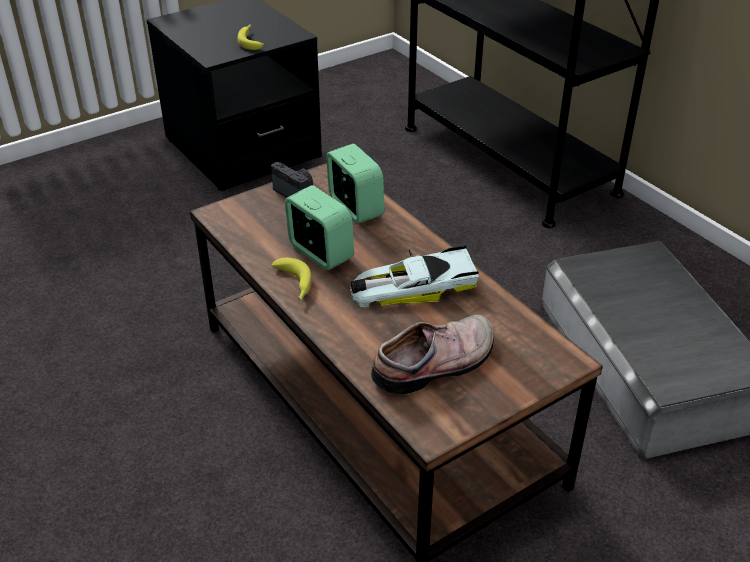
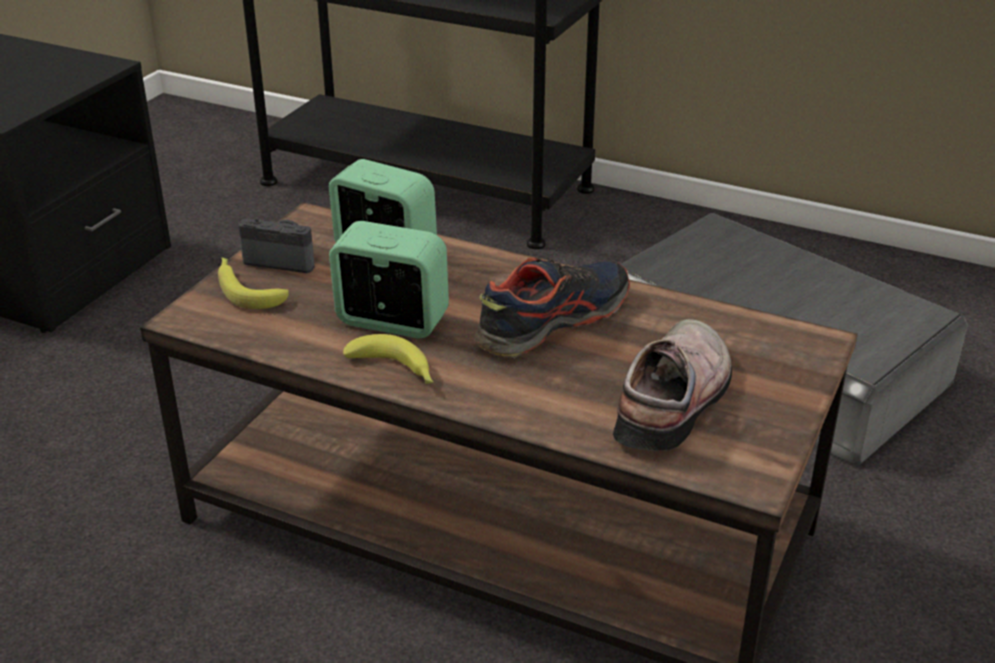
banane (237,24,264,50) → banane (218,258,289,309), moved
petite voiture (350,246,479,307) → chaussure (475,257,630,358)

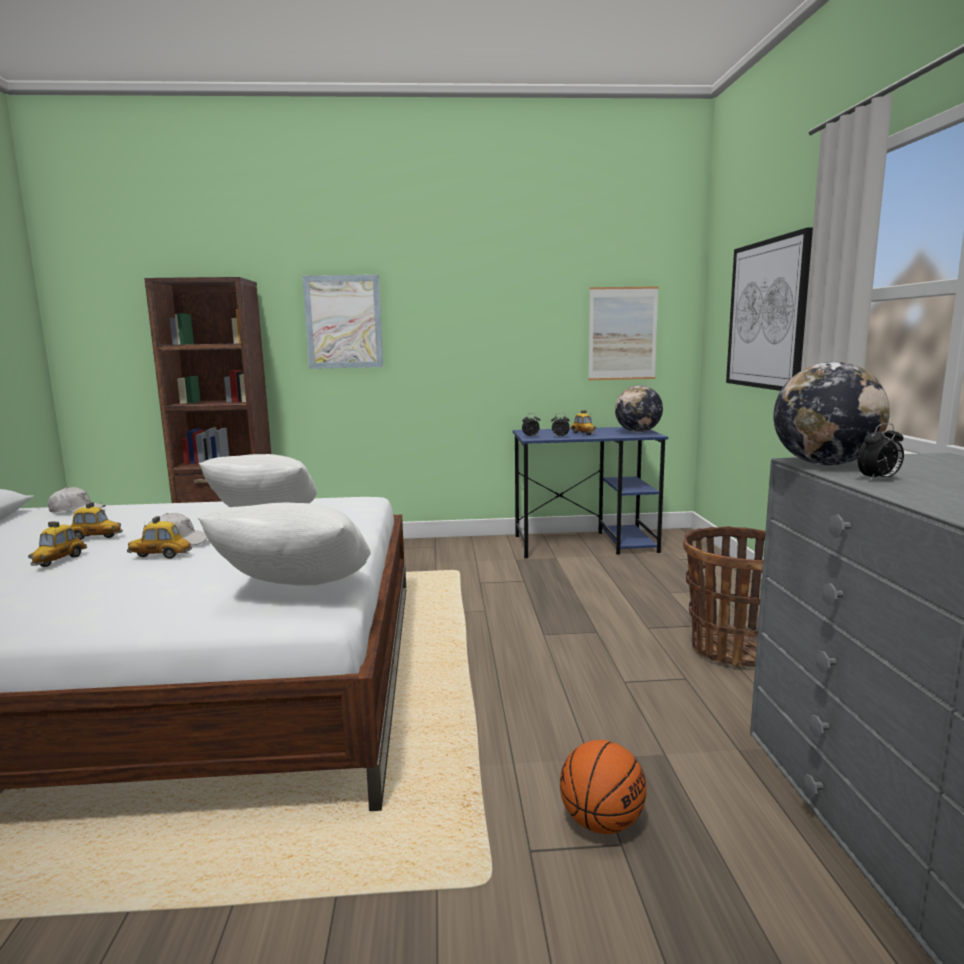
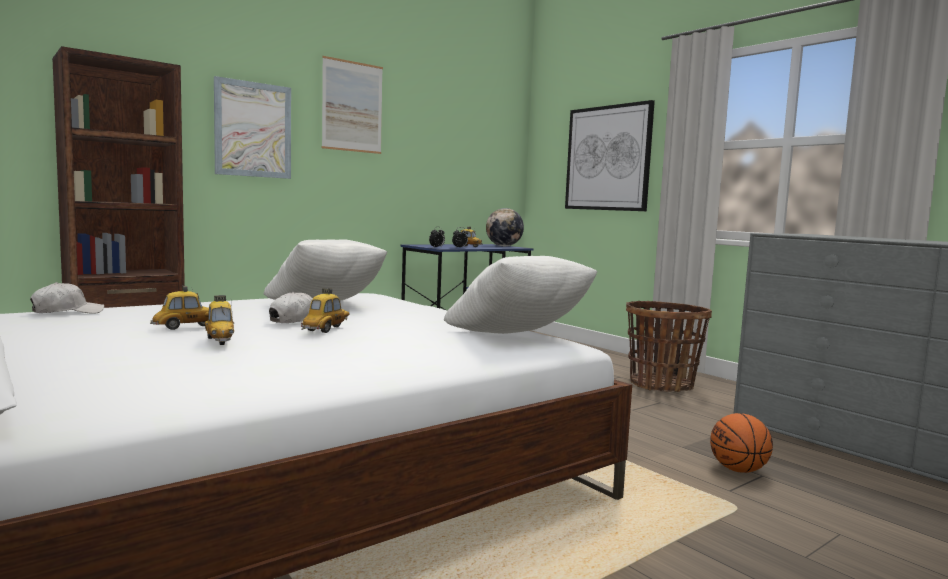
globe (773,362,890,466) → -
réveil (857,423,904,481) → -
tableau (588,286,659,380) → tableau (322,56,383,154), moved
petite voiture (127,516,192,559) → petite voiture (301,288,350,333), 150 degrees clockwise

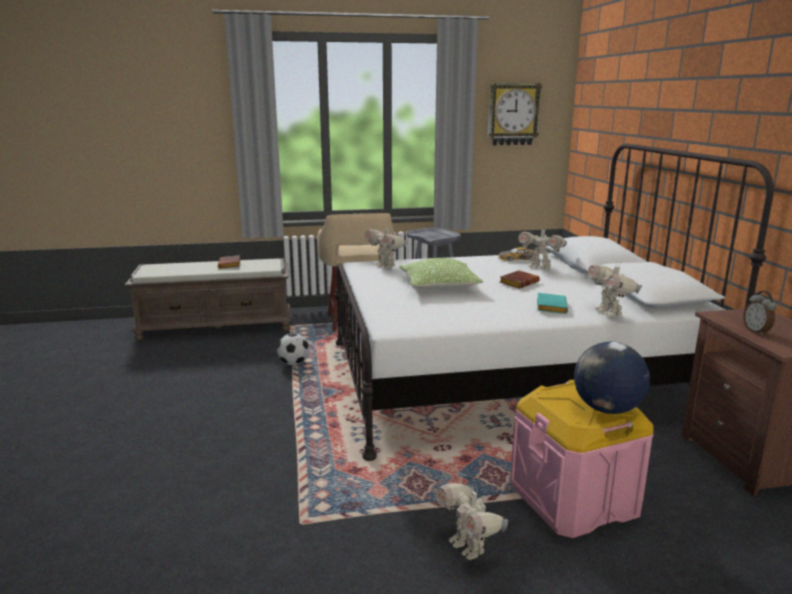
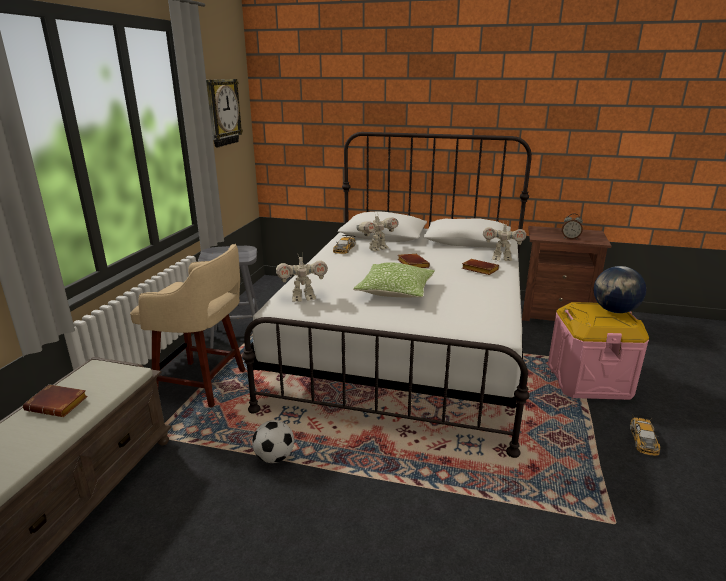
robot jouet (436,483,508,560) → petite voiture (630,415,660,456)
livre [turquoise] (537,293,568,314) → livre [marron] (462,259,499,275)

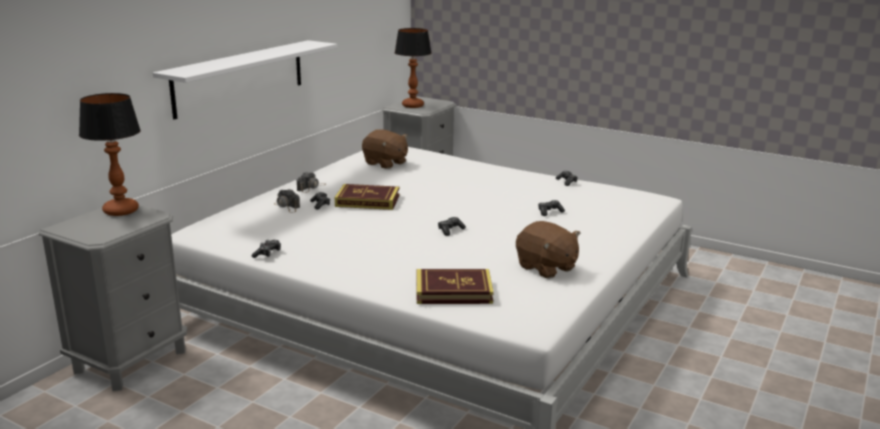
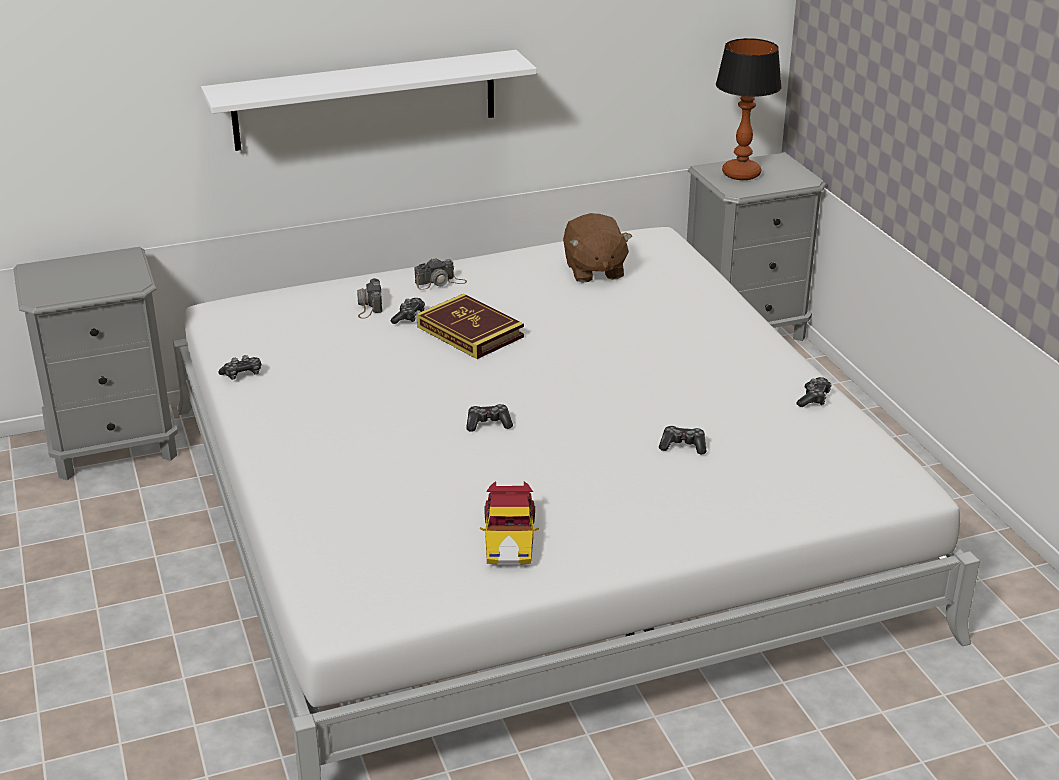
lampe de table (79,93,141,216) → -
livre (417,269,494,304) → -
peluche [marron] (516,221,580,279) → petite voiture (480,481,539,565)

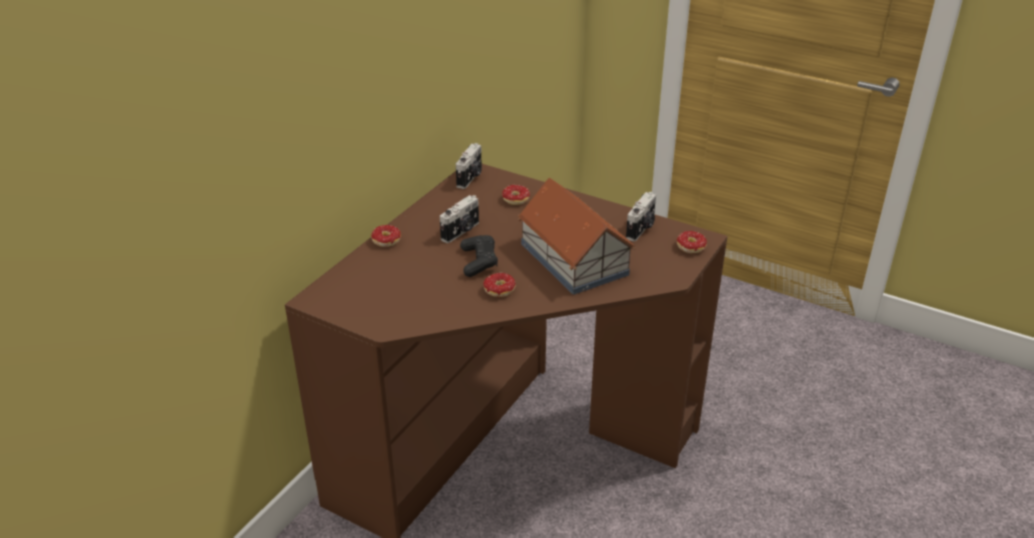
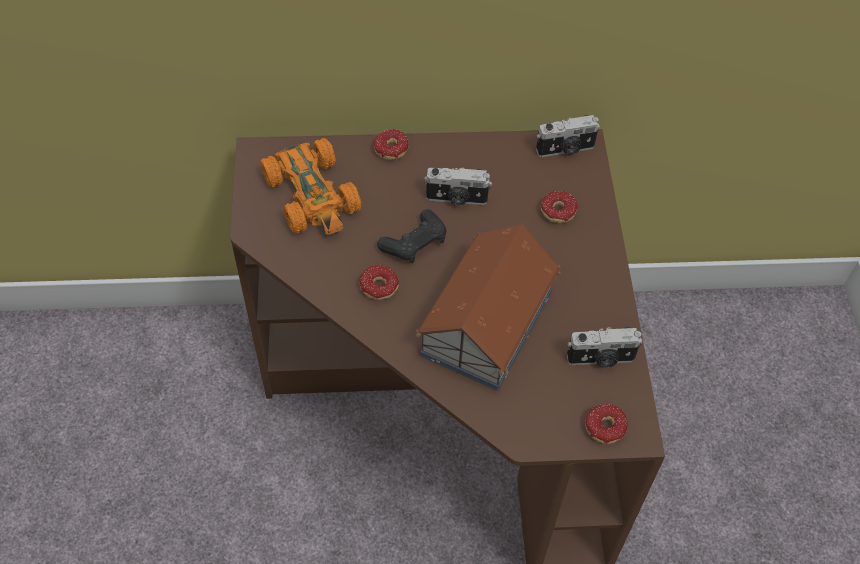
- → petite voiture [orange] (260,138,361,235)

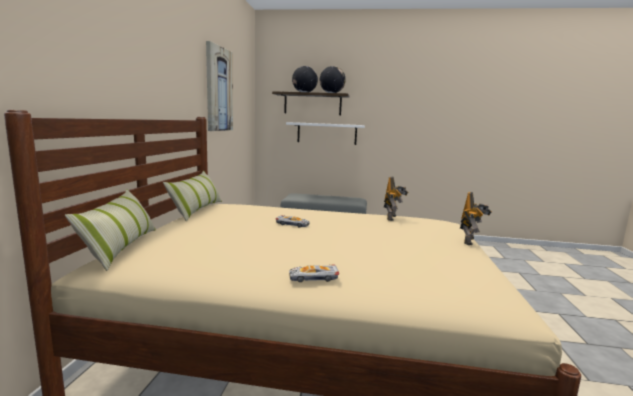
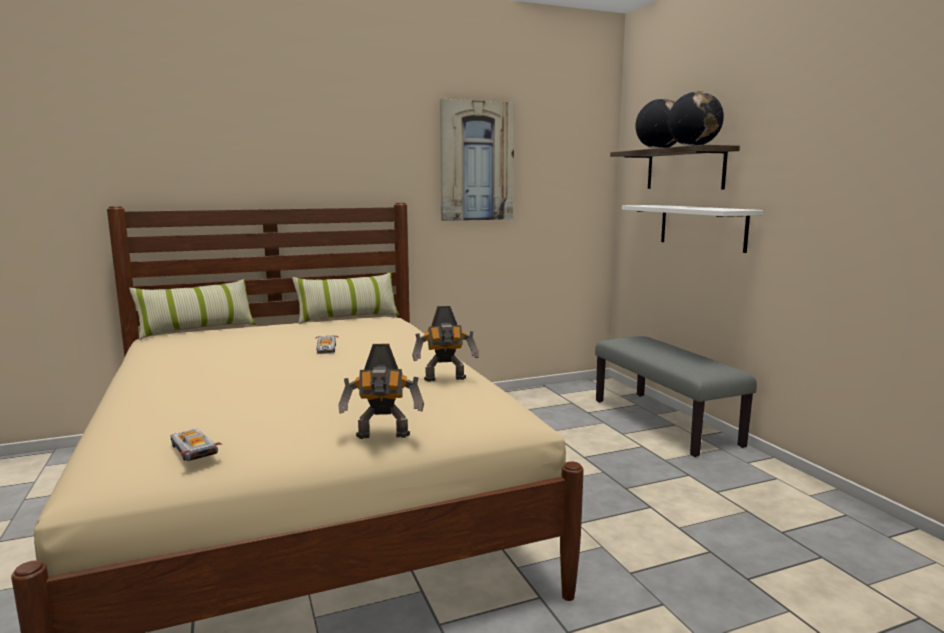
petite voiture (289,264,339,282) → petite voiture (170,429,222,461), moved

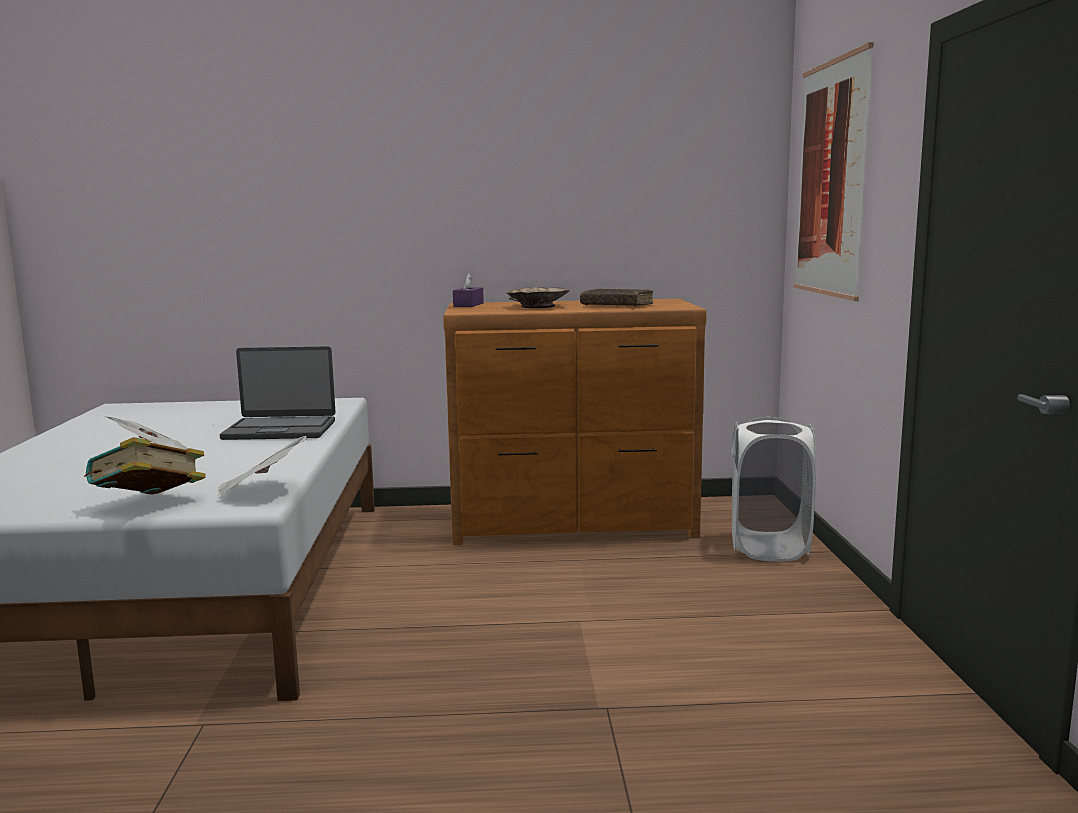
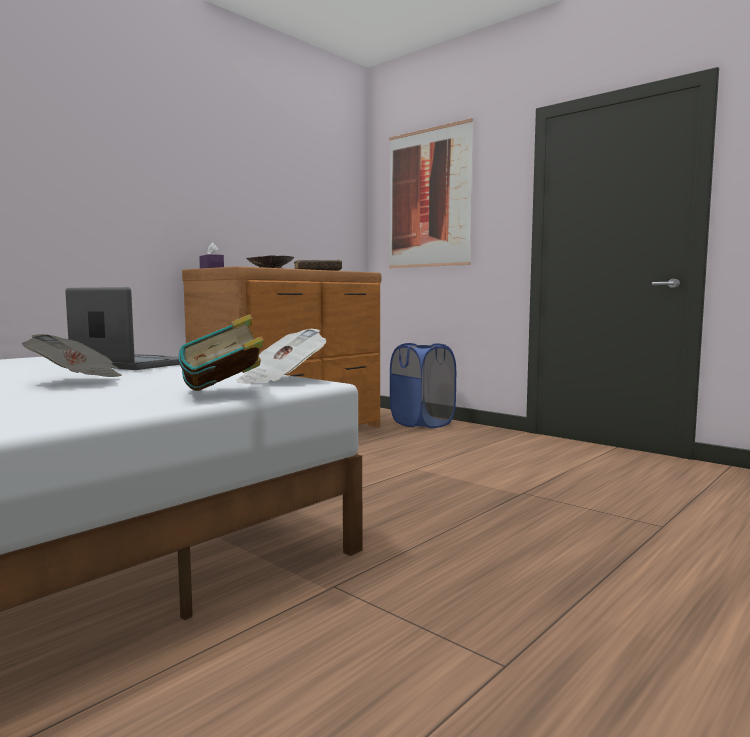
panier à linge [blanc] (732,417,816,562) → panier à linge [bleu] (390,343,456,428)
ordinateur portable (220,346,335,440) → ordinateur portable (65,287,182,370), 105 degrees counterclockwise

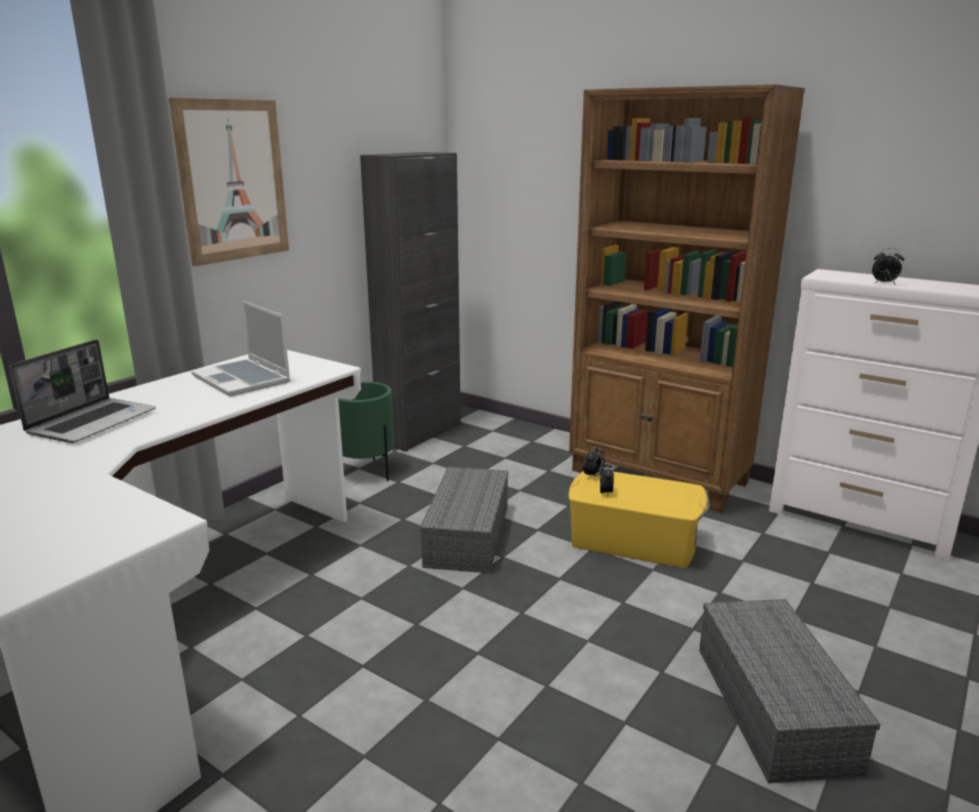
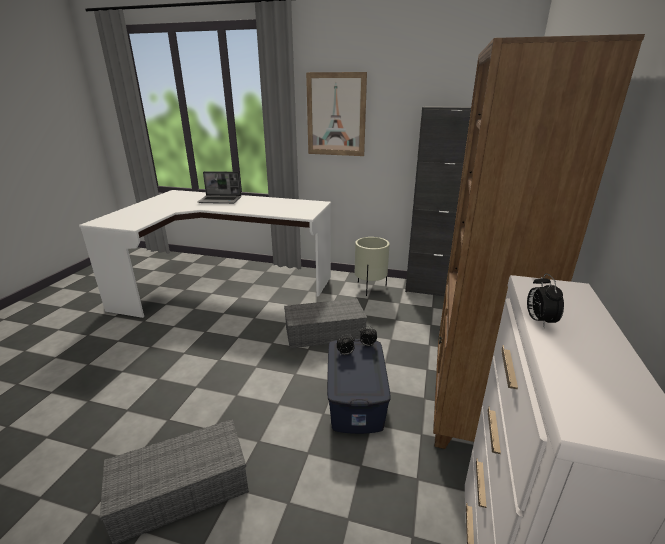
ordinateur portable (192,301,291,397) → -
cache-pot [vert] (338,382,394,481) → cache-pot [beige] (355,237,390,296)
boîte de rangement [jaune] (569,471,708,568) → boîte de rangement [bleu] (327,339,391,434)

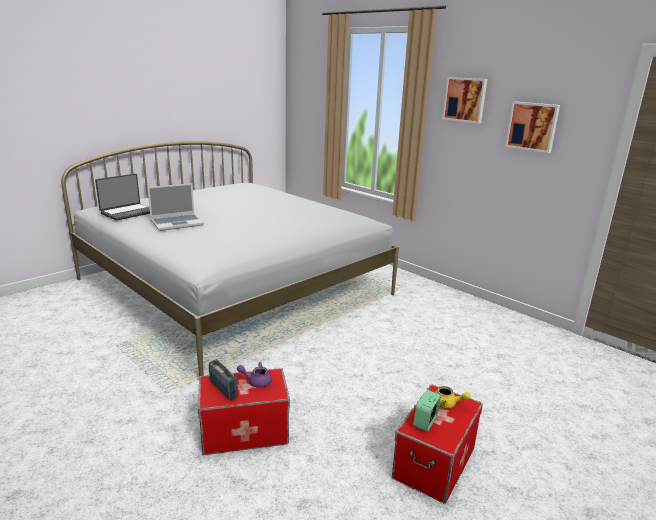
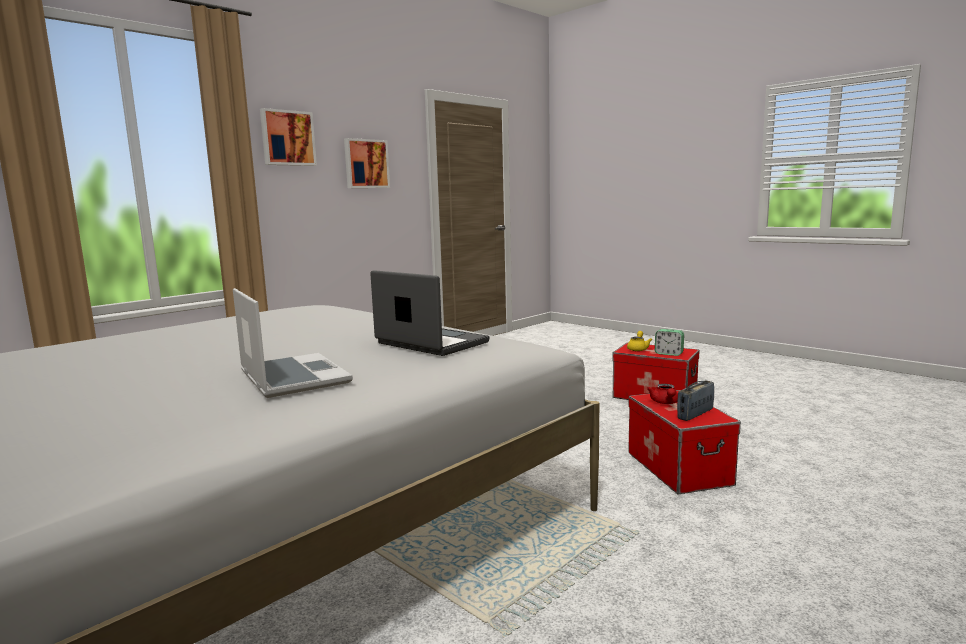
ordinateur portable (95,174,150,221) → ordinateur portable (370,270,490,356), moved
théière [violet] (237,362,272,388) → théière [rouge] (647,384,678,404)

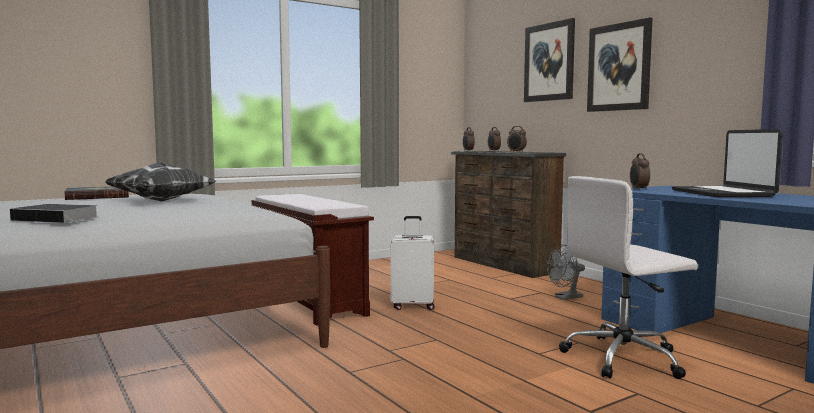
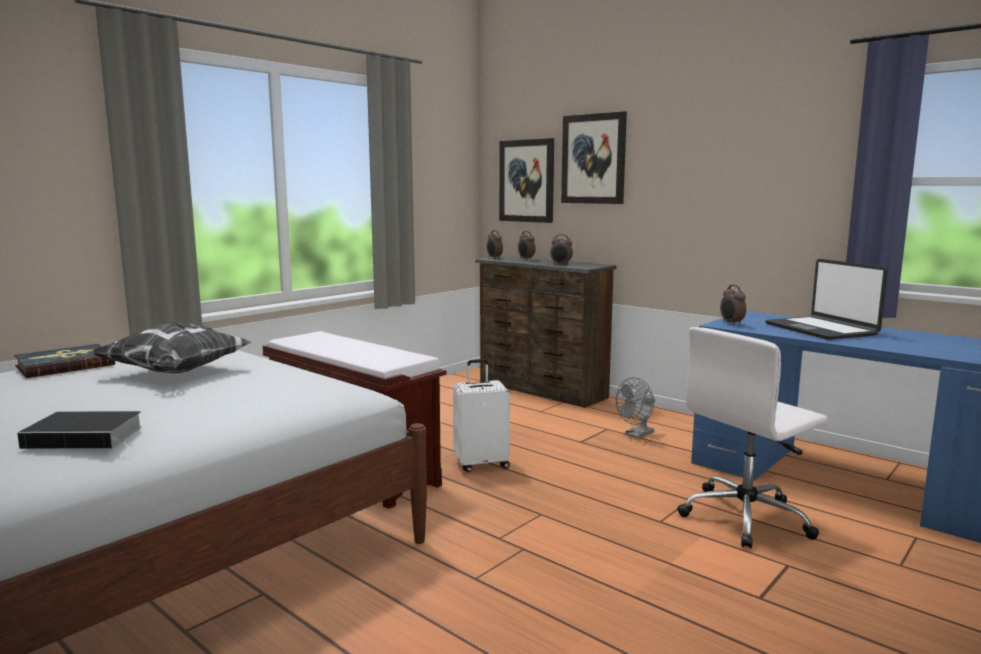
tableau (587,18,653,112) → tableau (499,138,554,223), moved

